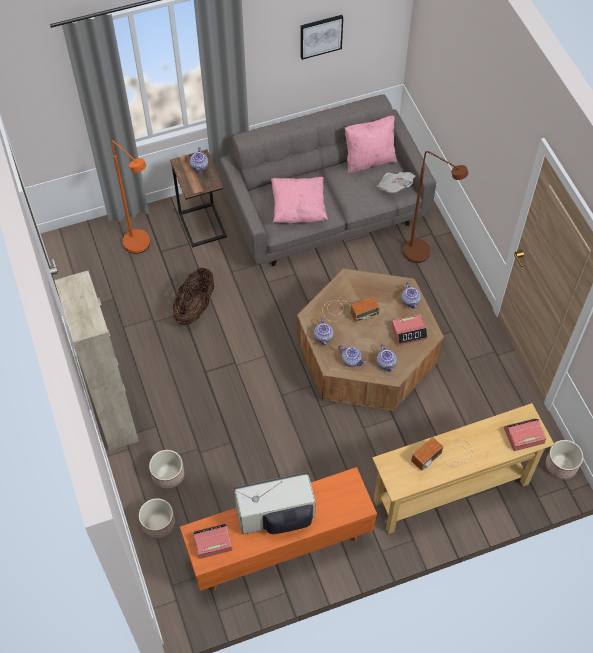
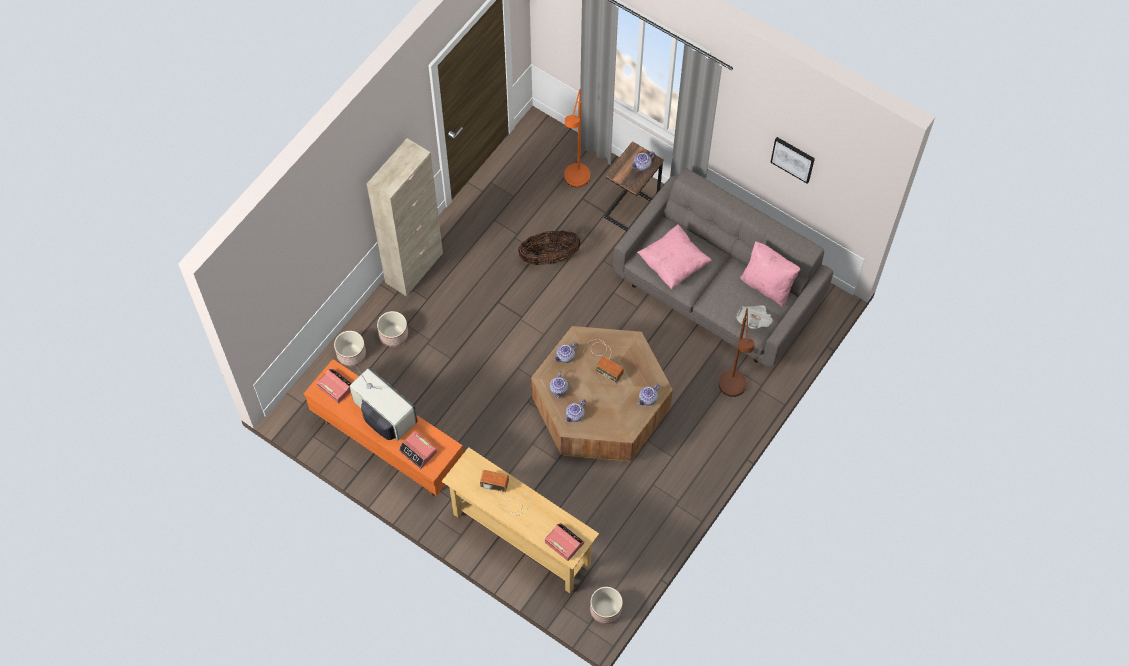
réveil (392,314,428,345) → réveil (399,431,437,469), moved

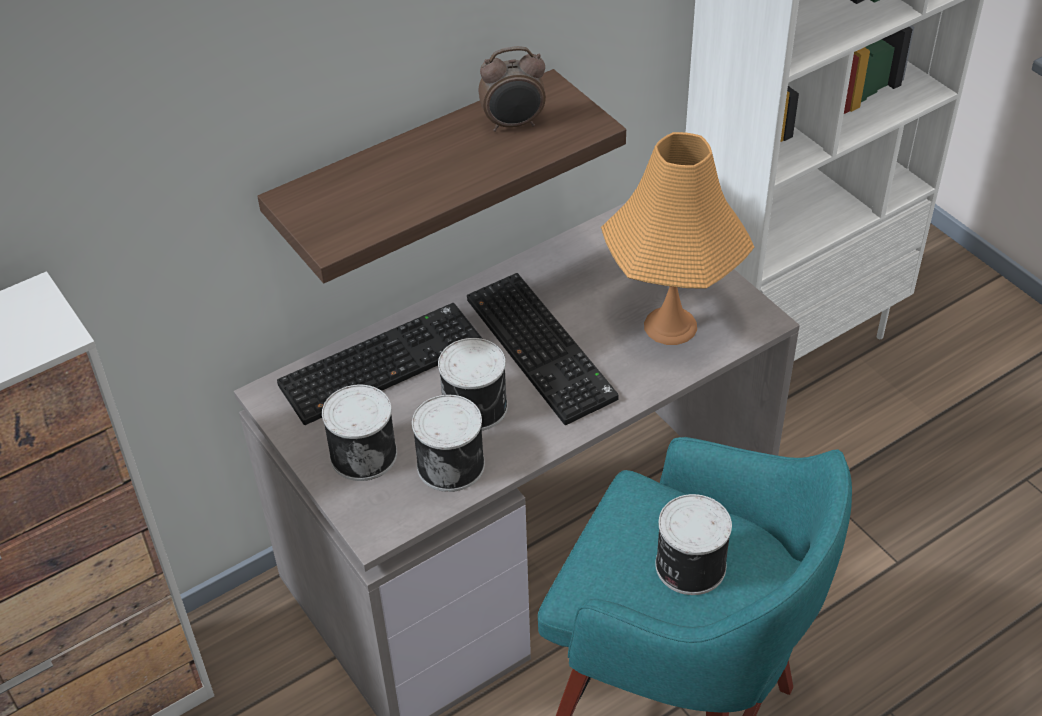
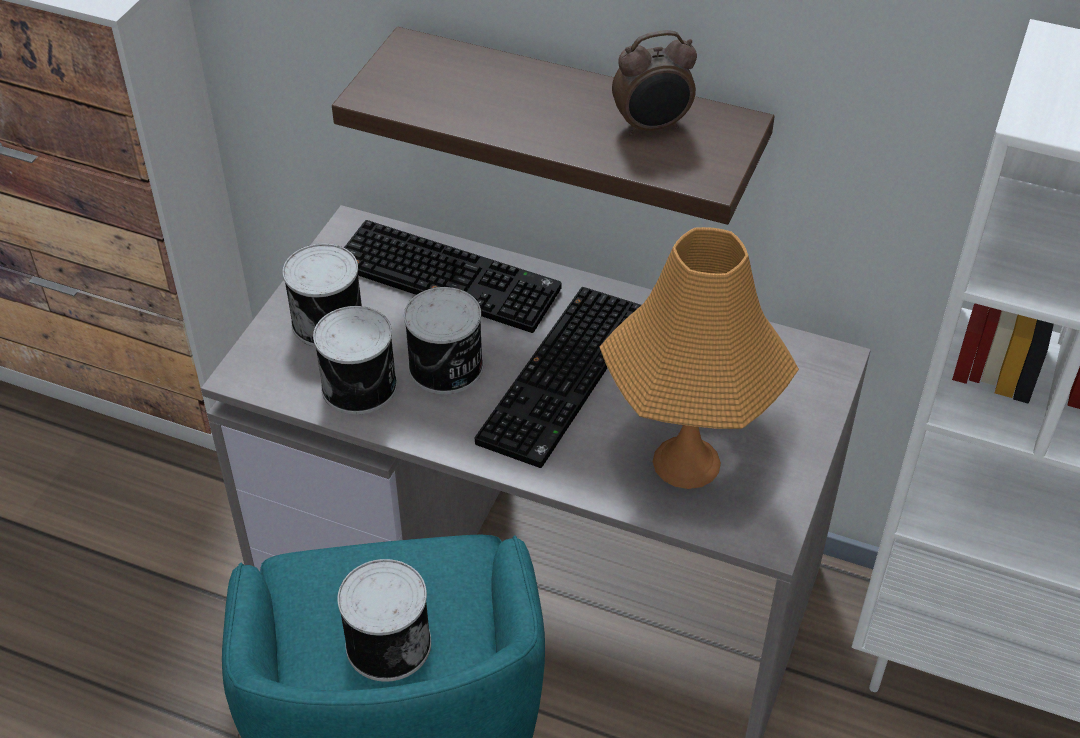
réveil (479,46,546,132) → réveil (612,30,697,136), 60 degrees counterclockwise

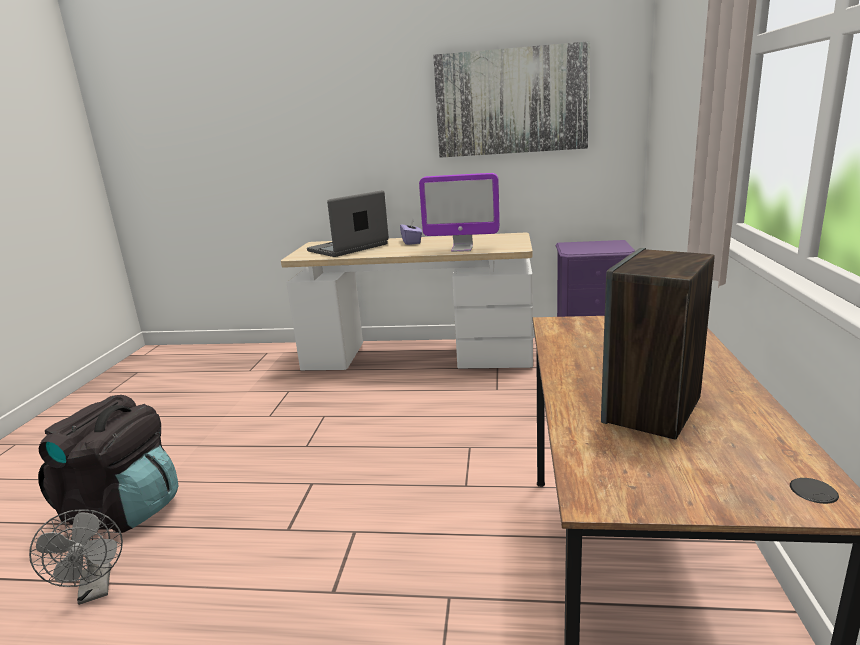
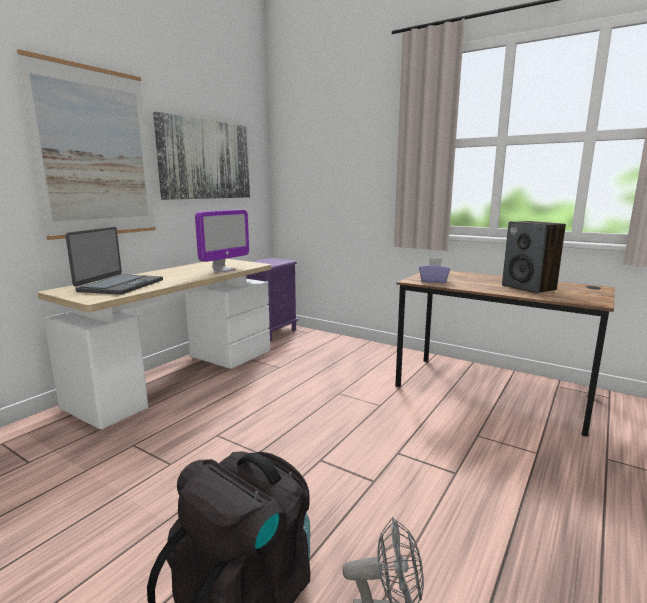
- → tableau (17,49,156,240)
boîte à mouchoirs [violet] (400,219,422,245) → boîte à mouchoirs [violet] (419,258,450,283), moved
ordinateur portable (307,190,389,257) → ordinateur portable (65,227,163,295), 150 degrees counterclockwise

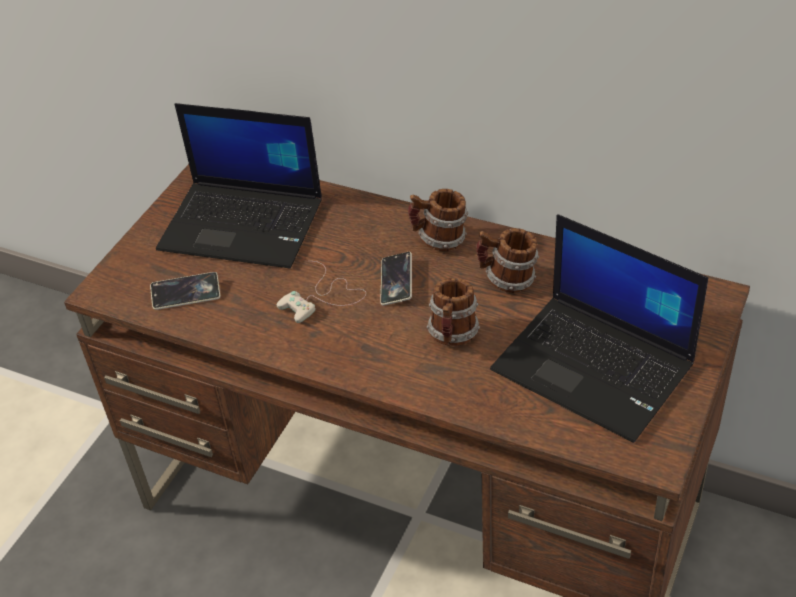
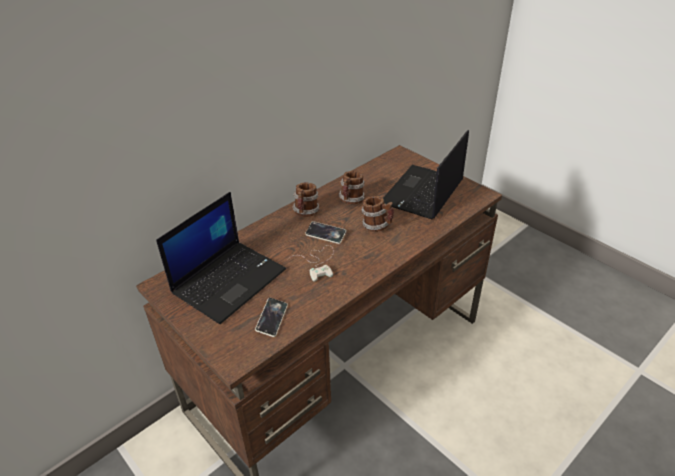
ordinateur portable (490,214,708,443) → ordinateur portable (383,130,469,219), 150 degrees clockwise

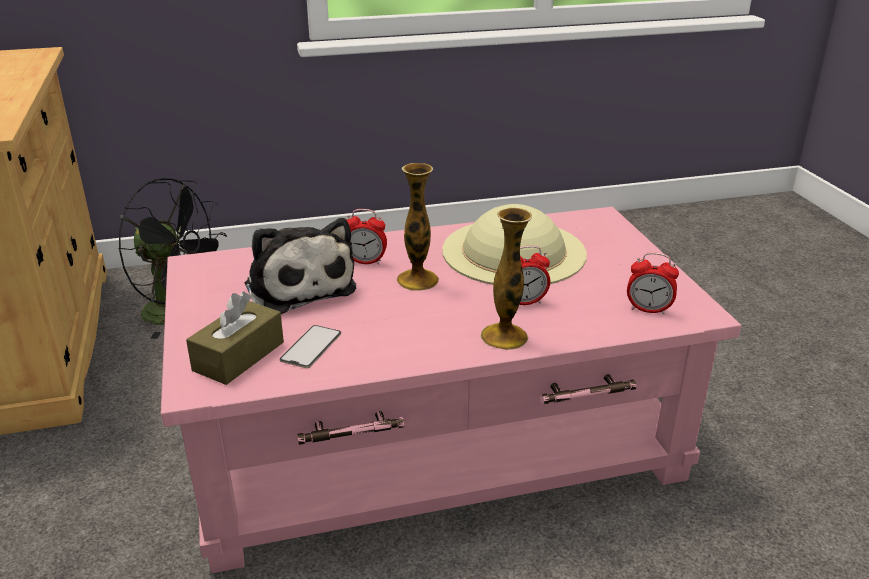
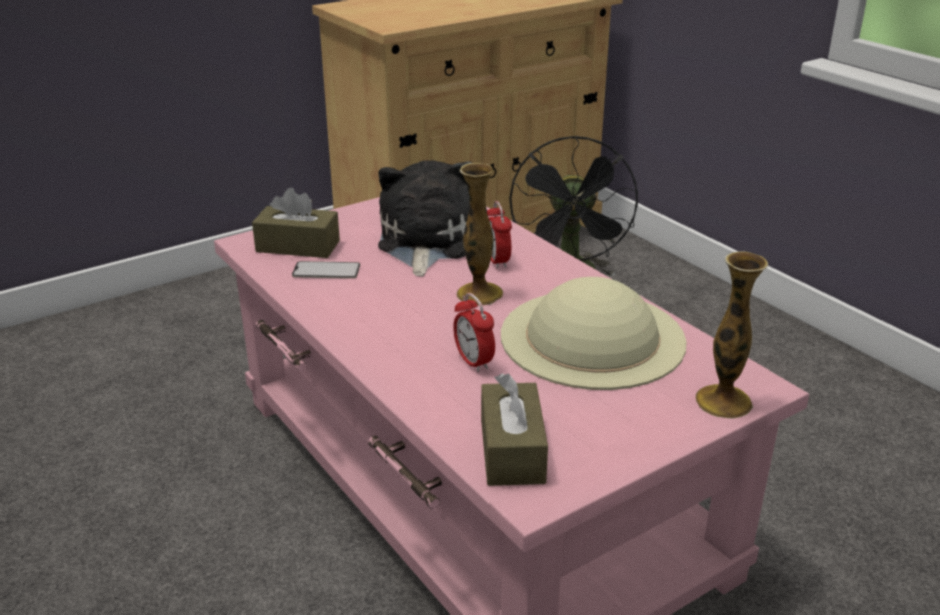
vase (480,208,532,350) → vase (696,251,768,419), moved
réveil (627,252,679,315) → boîte à mouchoirs [marron] (481,373,548,486)
peluche (245,218,356,314) → peluche (378,160,473,277), 150 degrees clockwise

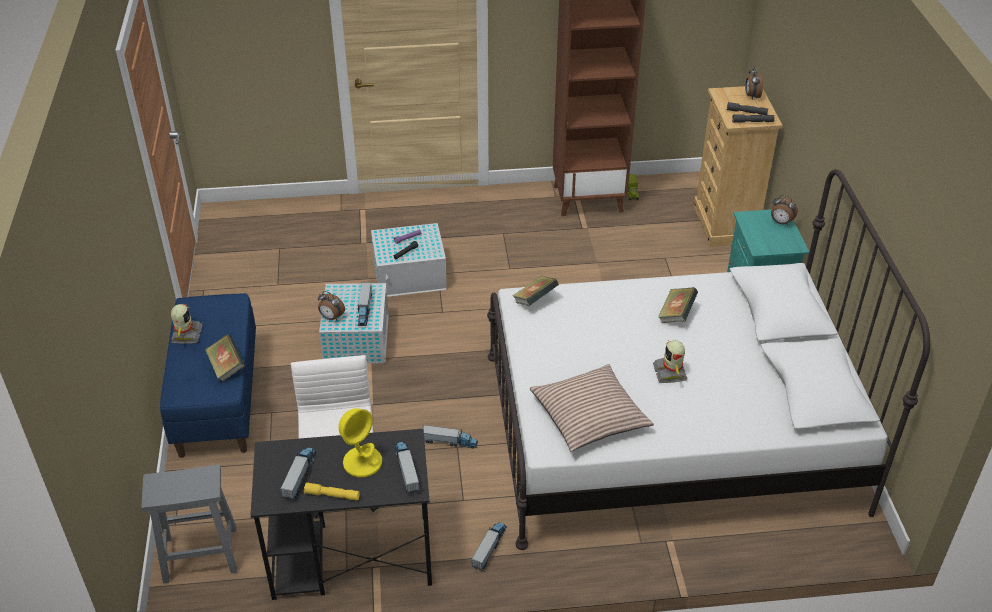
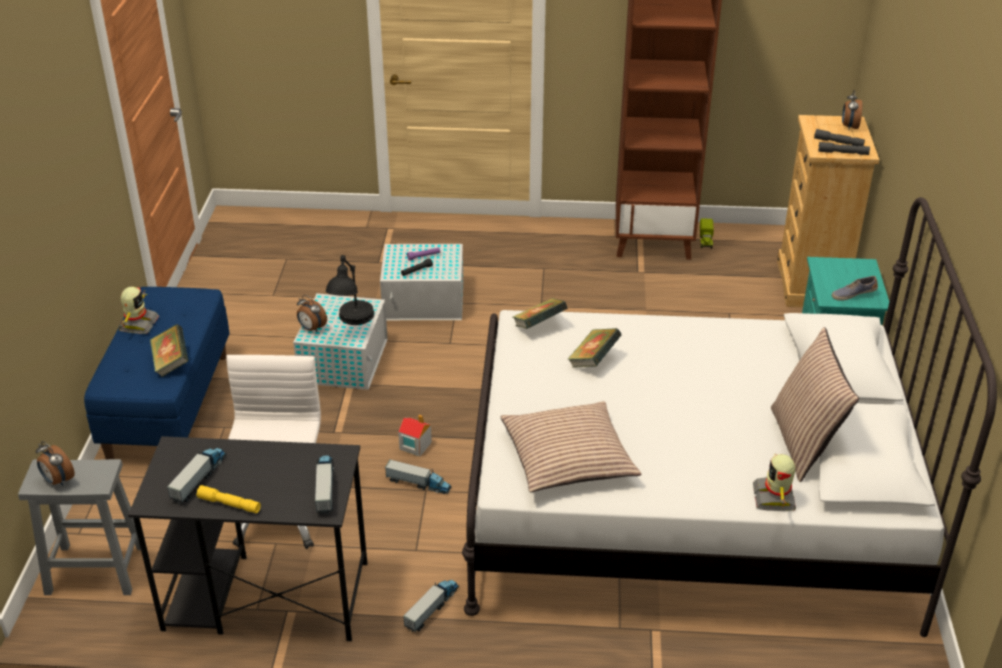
lampe de table [jaune] (338,408,382,477) → -
- → maison miniature (398,415,432,456)
- → coussin (771,327,859,482)
- → chaussure (832,276,878,301)
robot jouet (653,340,687,383) → robot jouet (753,454,796,511), moved
livre (658,287,698,323) → livre (567,328,621,368), moved
réveil (771,195,798,225) → réveil (36,441,75,486), moved
camion jouet (358,282,372,326) → lampe de table [noir] (326,255,374,325)

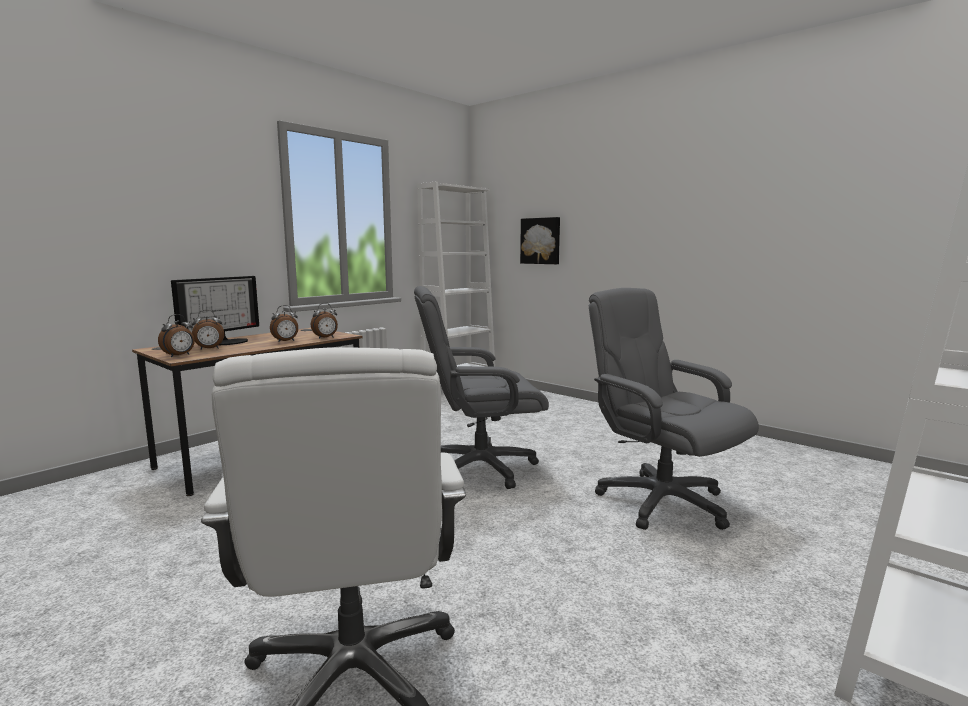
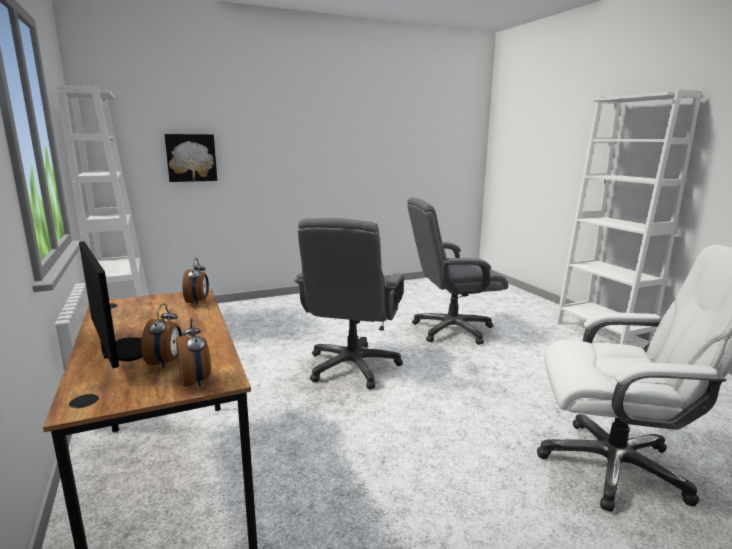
réveil (270,305,298,342) → -

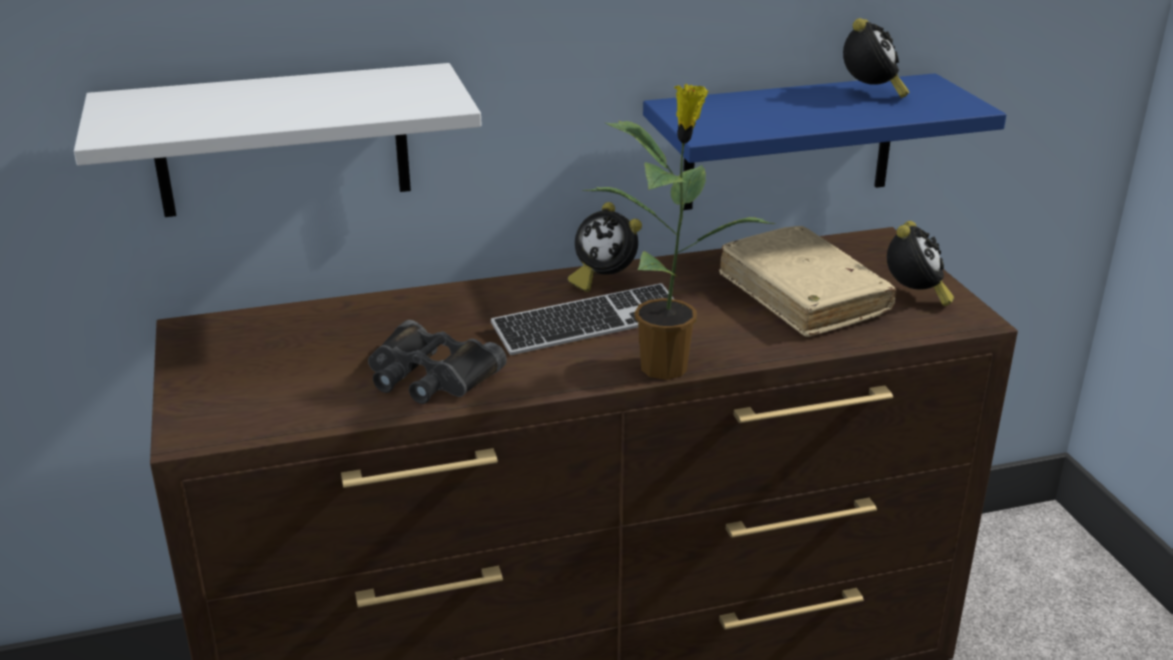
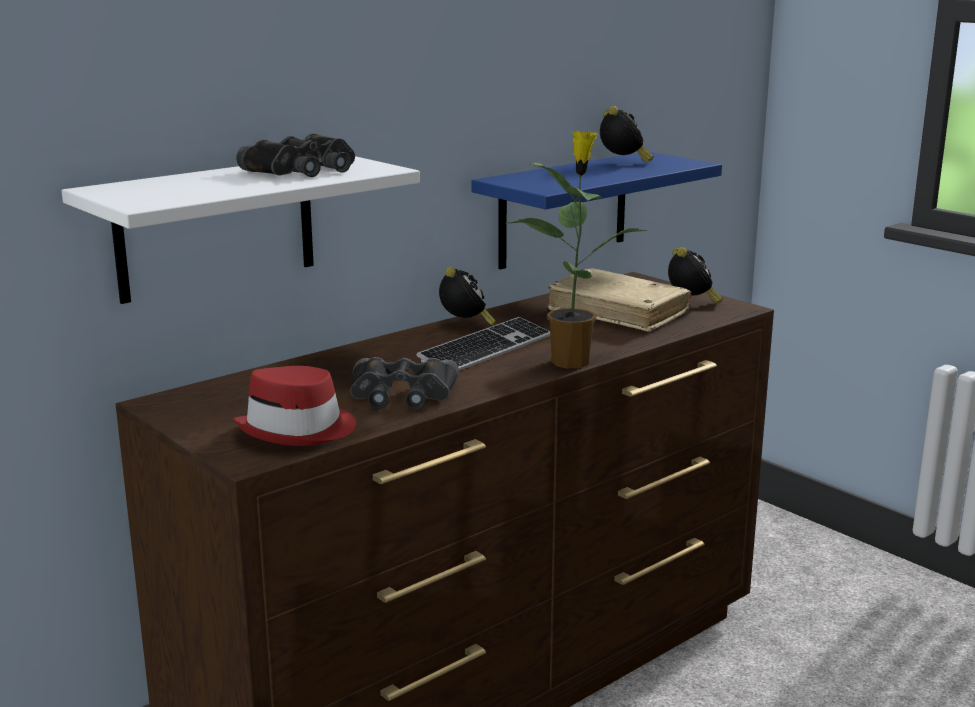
- → chapeau [rouge] (233,366,356,446)
- → jumelles [noir] (236,133,355,177)
réveil (568,202,642,292) → réveil (439,267,497,326), 105 degrees counterclockwise

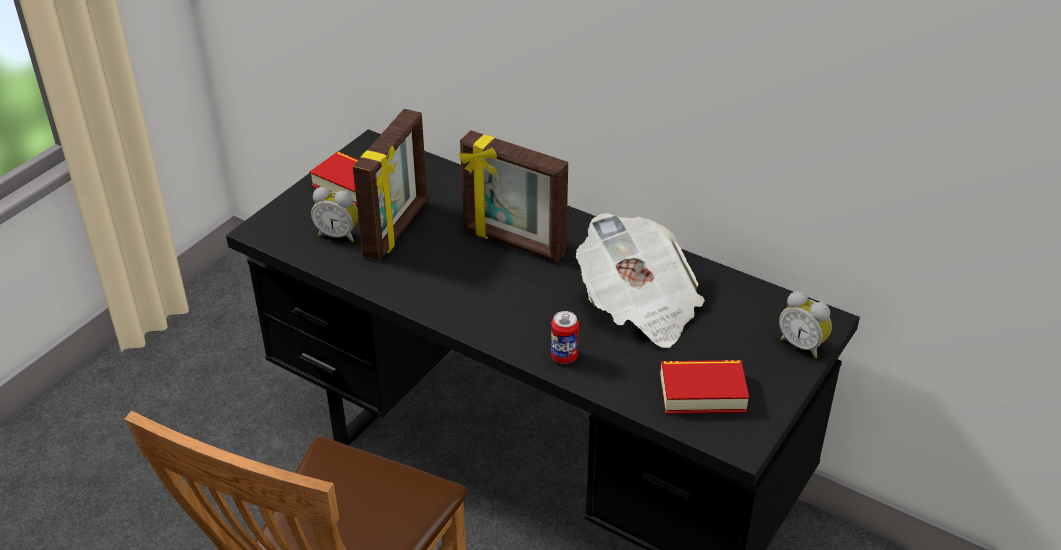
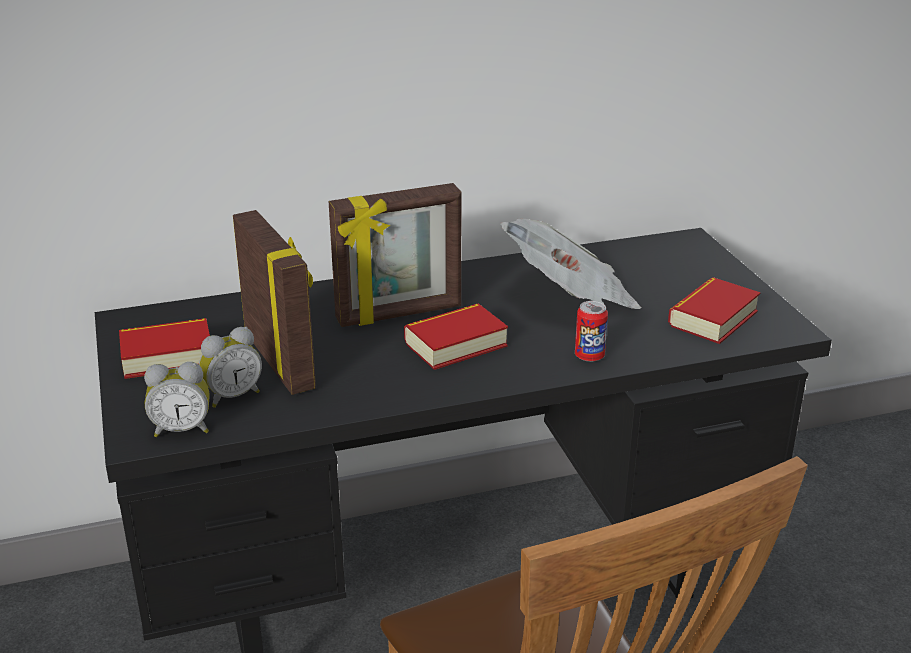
- → livre (404,303,508,370)
réveil (779,291,832,359) → réveil (144,362,209,437), moved

